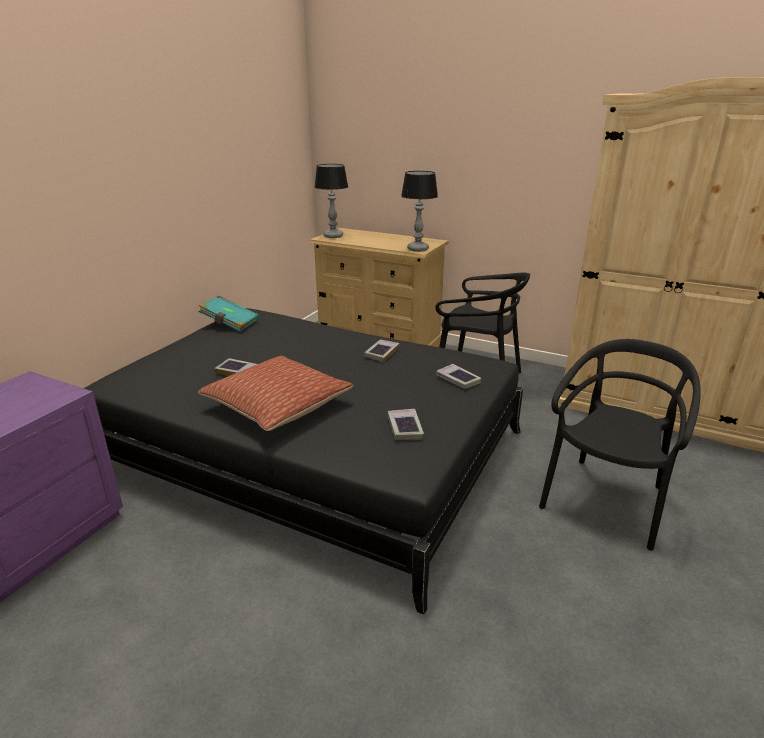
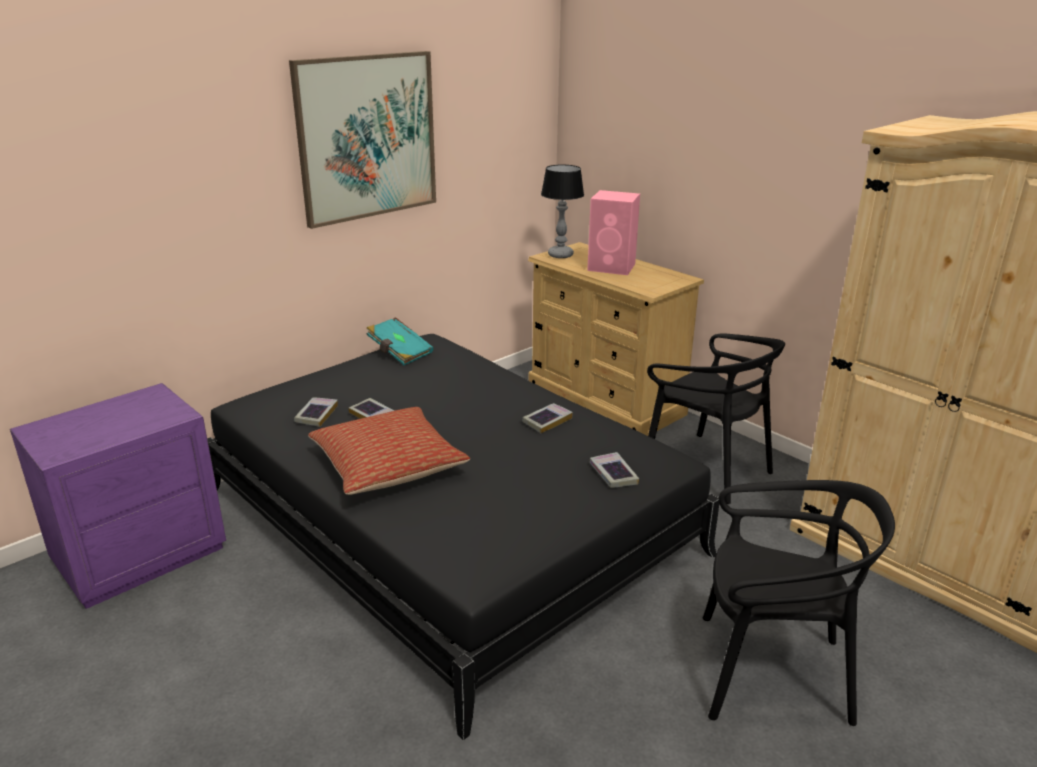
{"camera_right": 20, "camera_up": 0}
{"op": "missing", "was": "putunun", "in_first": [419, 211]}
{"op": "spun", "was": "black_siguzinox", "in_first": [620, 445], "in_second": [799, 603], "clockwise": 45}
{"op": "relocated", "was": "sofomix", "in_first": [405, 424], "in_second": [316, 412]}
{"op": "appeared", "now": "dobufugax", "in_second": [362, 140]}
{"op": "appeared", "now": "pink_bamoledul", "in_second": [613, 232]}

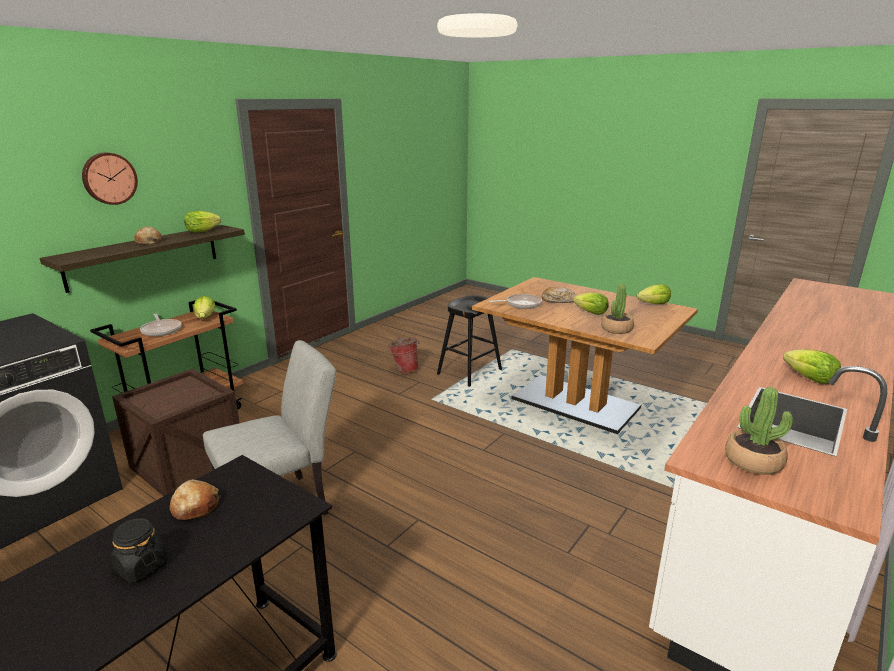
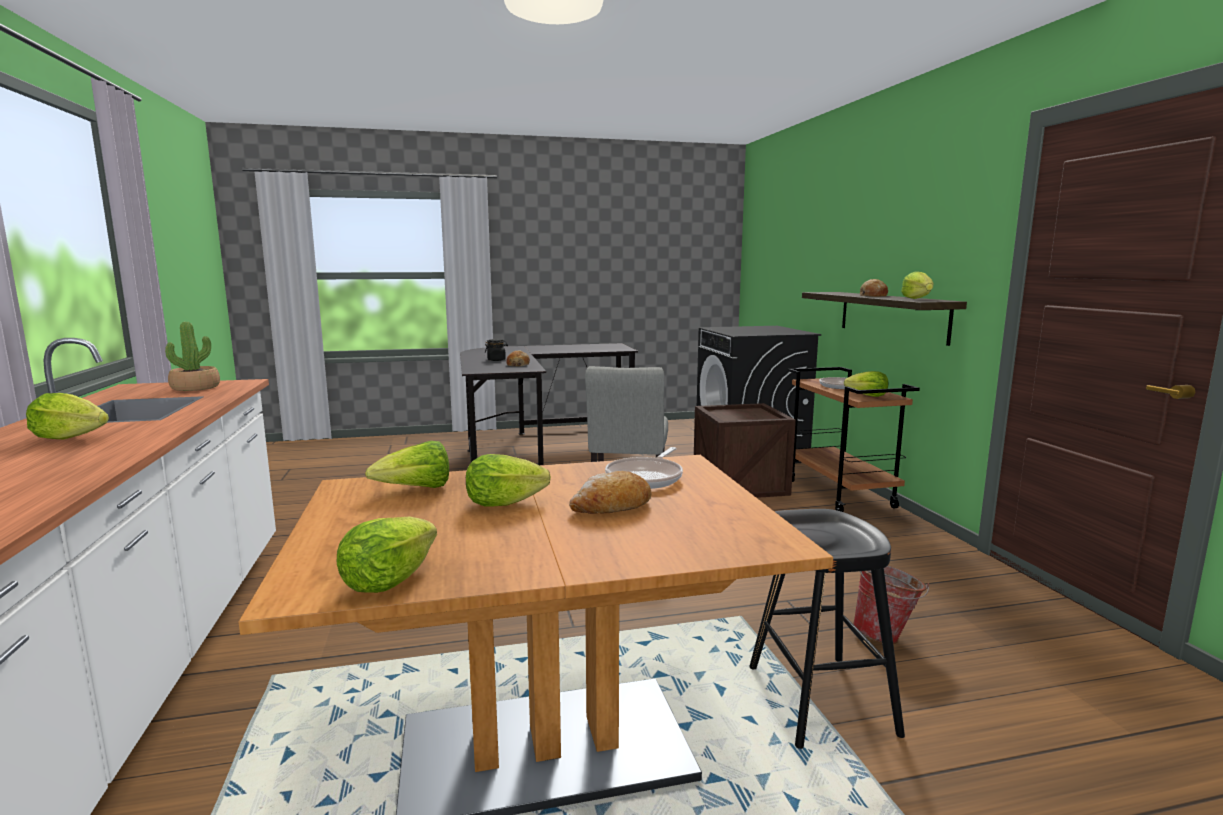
{"camera_right": 130, "camera_up": -10}
{"op": "missing", "was": "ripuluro", "in_first": [110, 179]}
{"op": "exchanged", "was": "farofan", "now": "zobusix", "in_first": [617, 309], "in_second": [407, 464]}

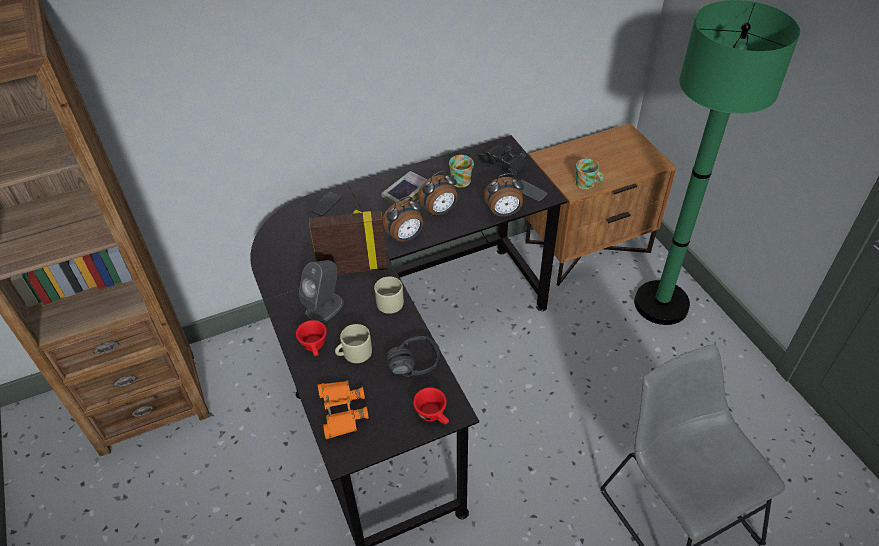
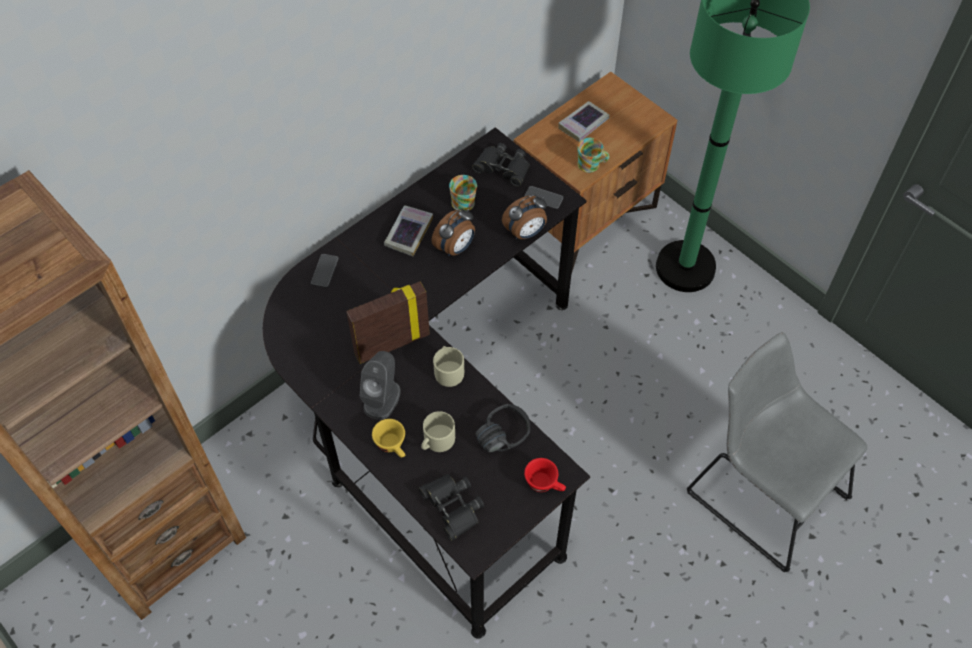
{"camera_right": -20, "camera_up": 10}
{"op": "missing", "was": "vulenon", "in_first": [402, 219]}
{"op": "colour", "was": "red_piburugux", "now": "yellow_piburugux", "in_first": [311, 338], "in_second": [388, 438]}
{"op": "colour", "was": "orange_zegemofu", "now": "black_zegemofu", "in_first": [343, 410], "in_second": [451, 507]}
{"op": "appeared", "now": "sofomix", "in_second": [584, 121]}

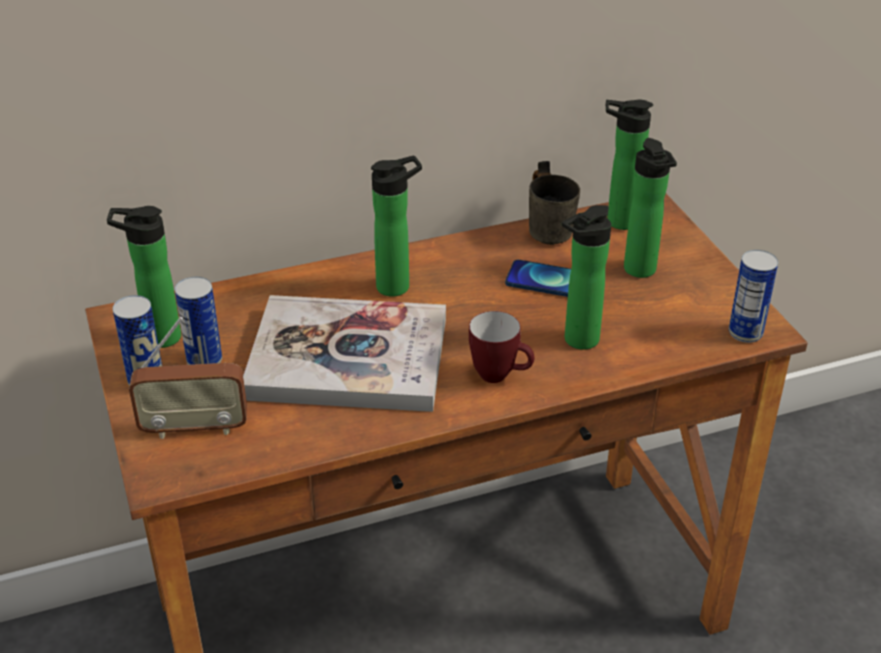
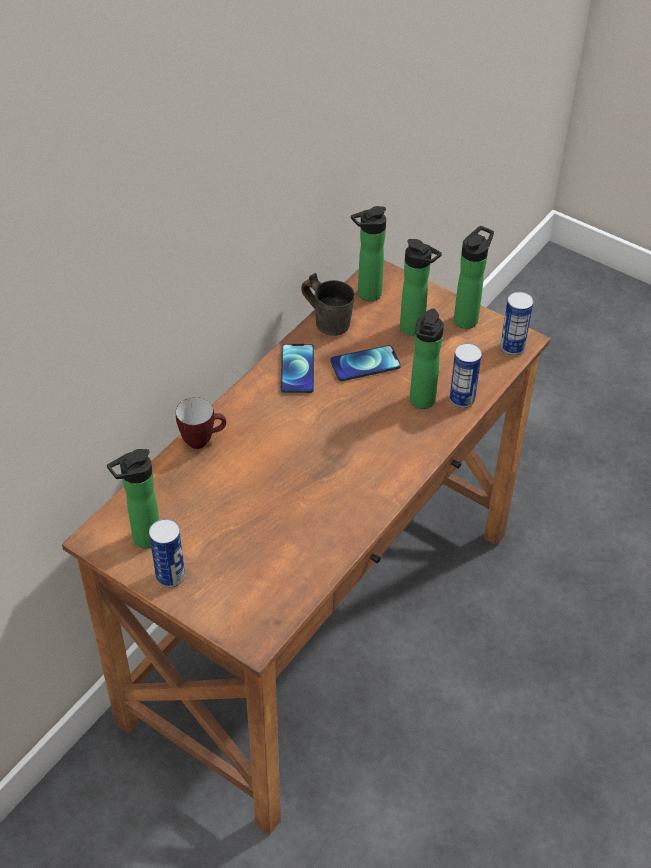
{"camera_right": -35, "camera_up": 10}
{"op": "relocated", "was": "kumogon", "in_first": [396, 226], "in_second": [474, 277]}
{"op": "relocated", "was": "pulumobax", "in_first": [198, 321], "in_second": [465, 376]}
{"op": "missing", "was": "sofomix", "in_first": [344, 353]}
{"op": "relocated", "was": "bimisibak", "in_first": [502, 347], "in_second": [200, 423]}
{"op": "missing", "was": "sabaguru", "in_first": [188, 378]}
{"op": "appeared", "now": "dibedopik", "in_second": [297, 368]}

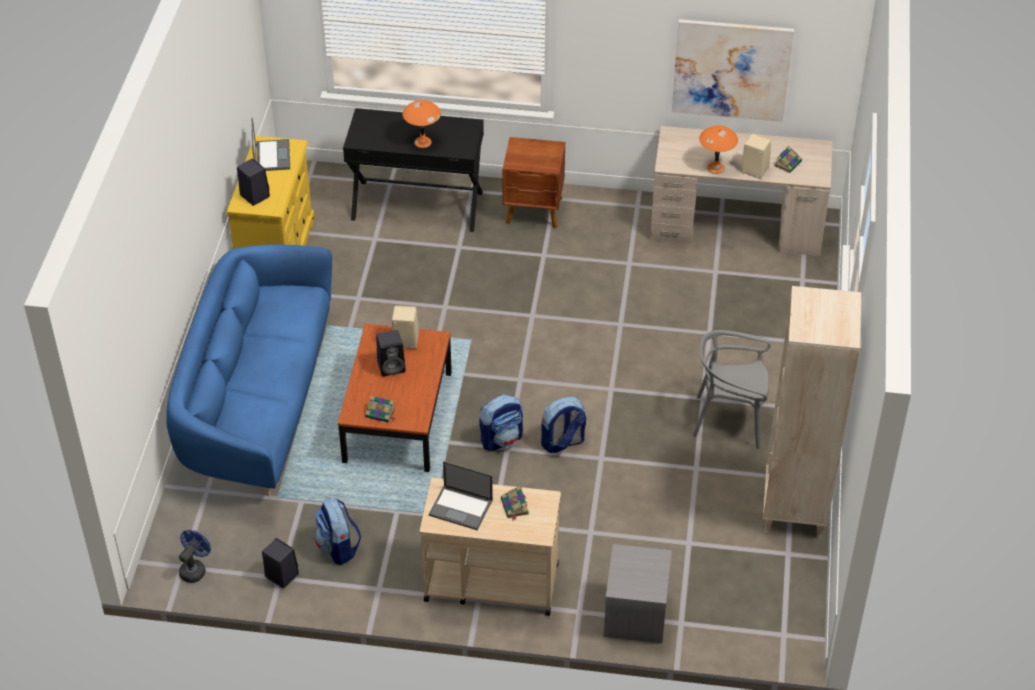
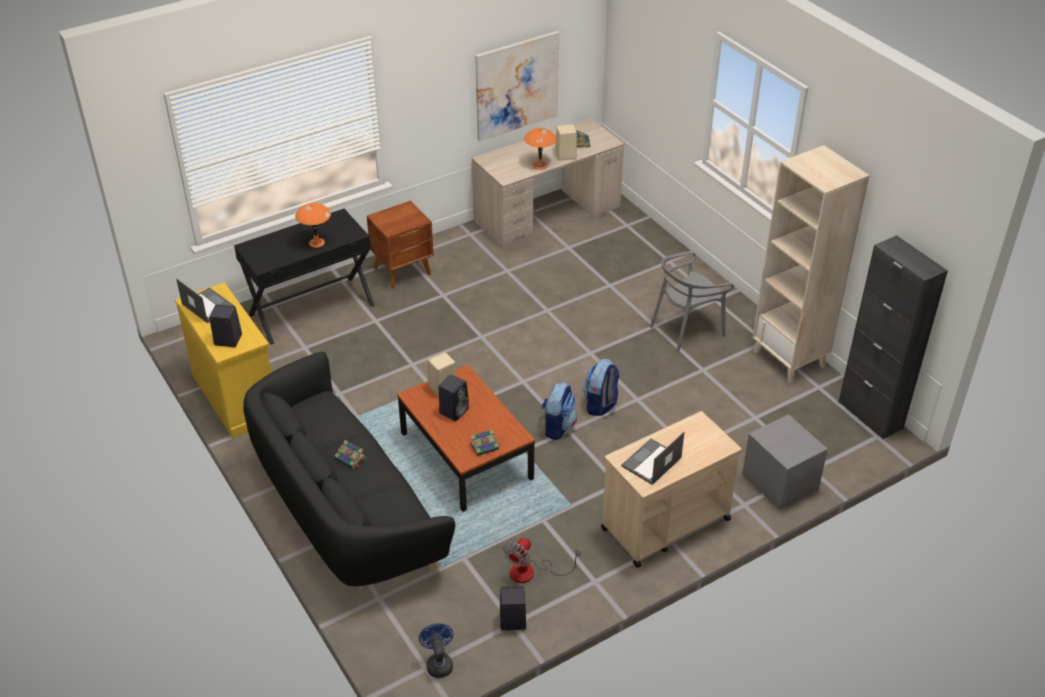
{"camera_right": -40, "camera_up": -5}
{"op": "colour", "was": "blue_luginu", "now": "black_luginu", "in_first": [249, 370], "in_second": [349, 470]}
{"op": "spun", "was": "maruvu", "in_first": [461, 495], "in_second": [652, 458], "clockwise": 150}
{"op": "relocated", "was": "sofomix", "in_first": [515, 503], "in_second": [350, 454]}
{"op": "exchanged", "was": "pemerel", "now": "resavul", "in_first": [338, 531], "in_second": [542, 560]}
{"op": "appeared", "now": "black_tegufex", "in_second": [893, 337]}

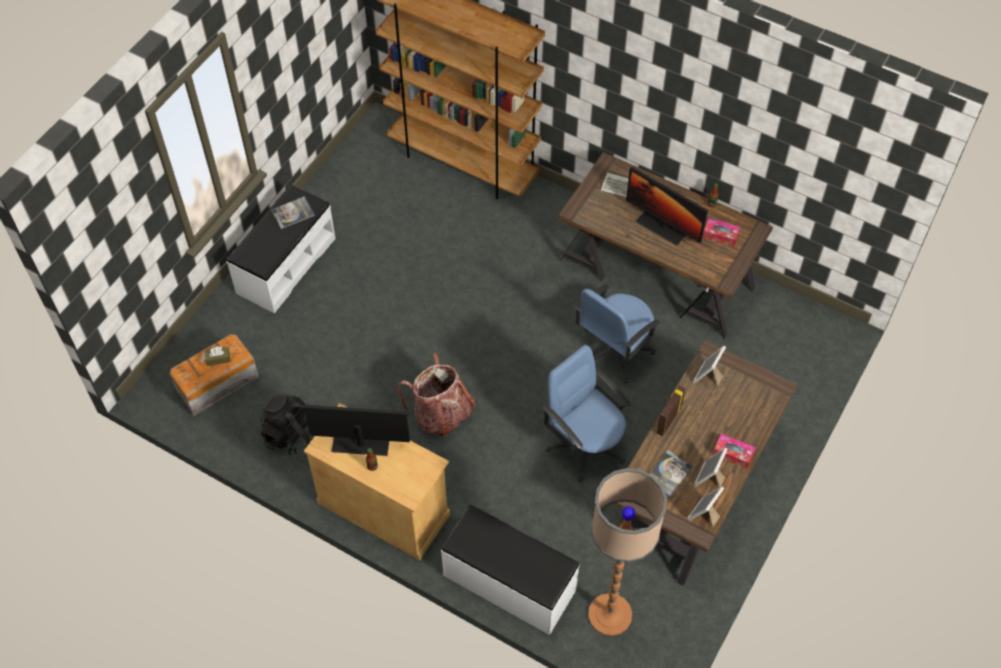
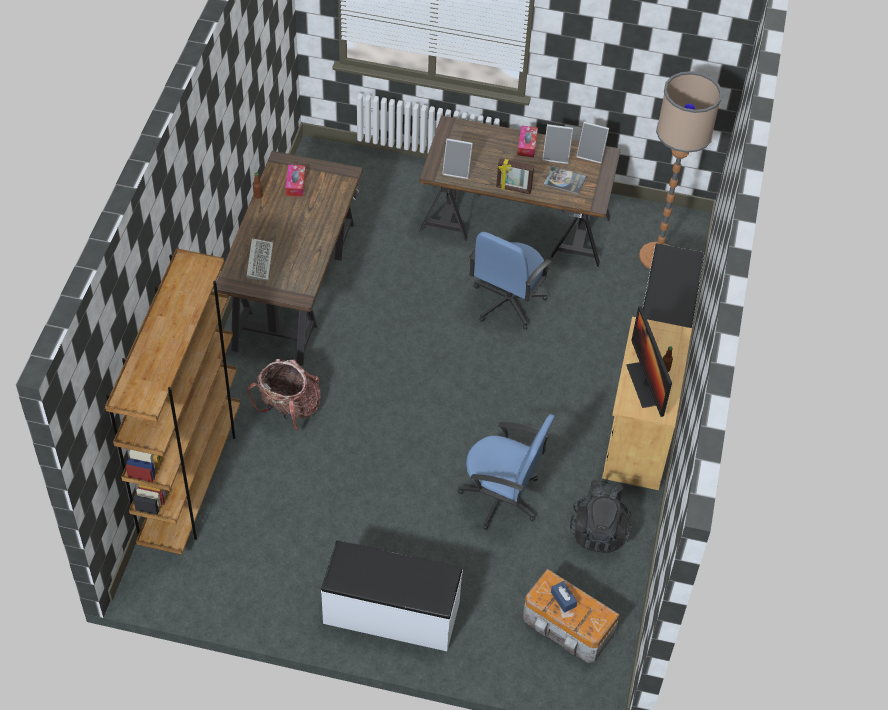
{"camera_right": -110, "camera_up": -5}
{"op": "missing", "was": "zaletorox", "in_first": [667, 206]}
{"op": "missing", "was": "sofomix", "in_first": [293, 212]}
{"op": "relocated", "was": "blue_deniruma", "in_first": [617, 333], "in_second": [506, 472]}
{"op": "colour", "was": "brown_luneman", "now": "blue_luneman", "in_first": [217, 356], "in_second": [564, 597]}
{"op": "relocated", "was": "pemerel", "in_first": [436, 394], "in_second": [284, 395]}

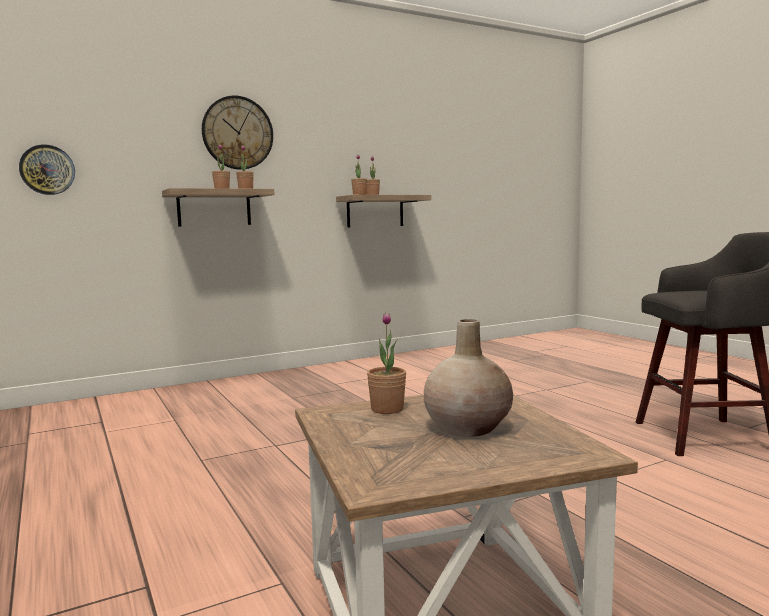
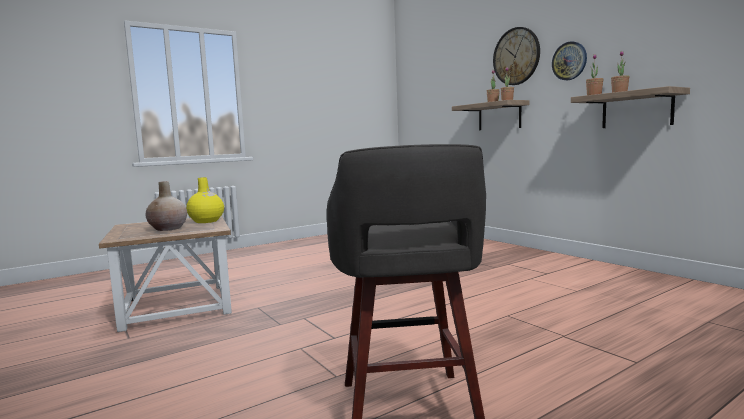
{"camera_right": 85, "camera_up": 0}
{"op": "relocated", "was": "ripuluro", "in_first": [47, 169], "in_second": [569, 61]}
{"op": "exchanged", "was": "farofan", "now": "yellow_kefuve", "in_first": [386, 363], "in_second": [205, 200]}

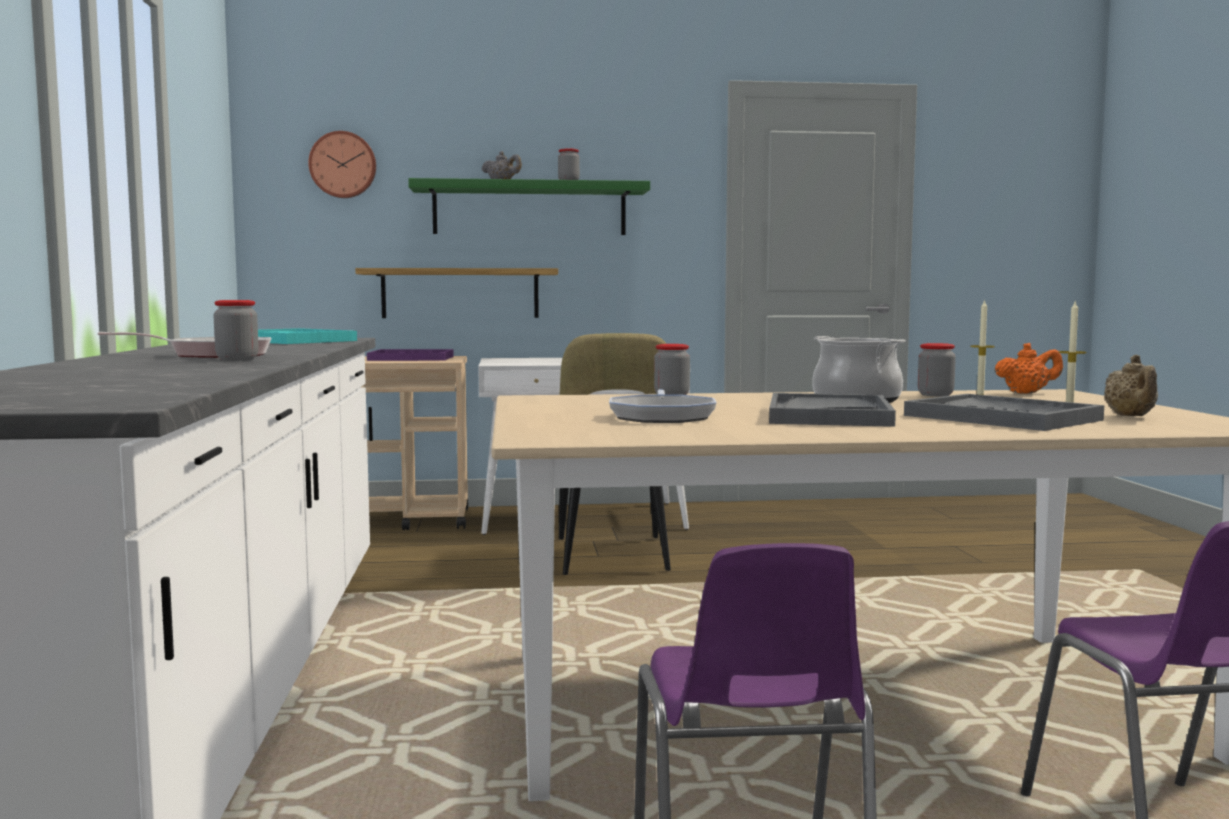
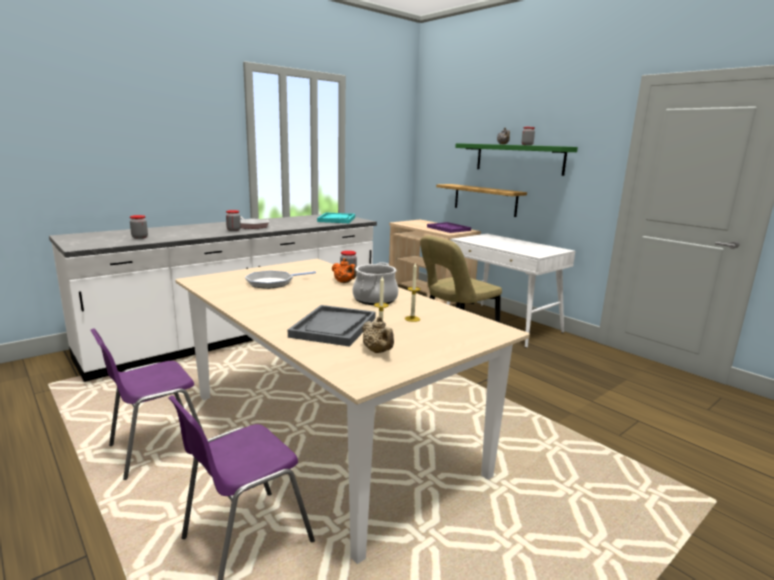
{"camera_right": 55, "camera_up": 10}
{"op": "missing", "was": "ripuluro", "in_first": [342, 164]}
{"op": "relocated", "was": "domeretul", "in_first": [937, 369], "in_second": [139, 227]}
{"op": "relocated", "was": "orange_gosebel", "in_first": [1028, 368], "in_second": [344, 270]}
{"op": "spun", "was": "beige_gosebel", "in_first": [1131, 385], "in_second": [378, 334], "clockwise": -90}
{"op": "missing", "was": "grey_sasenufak", "in_first": [832, 410]}

